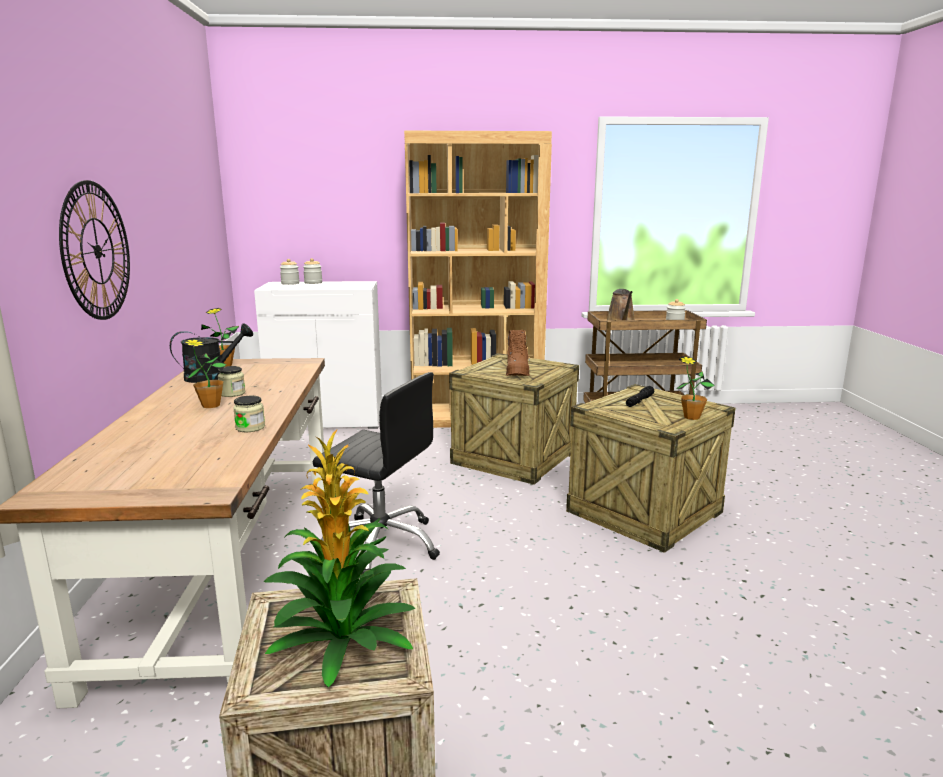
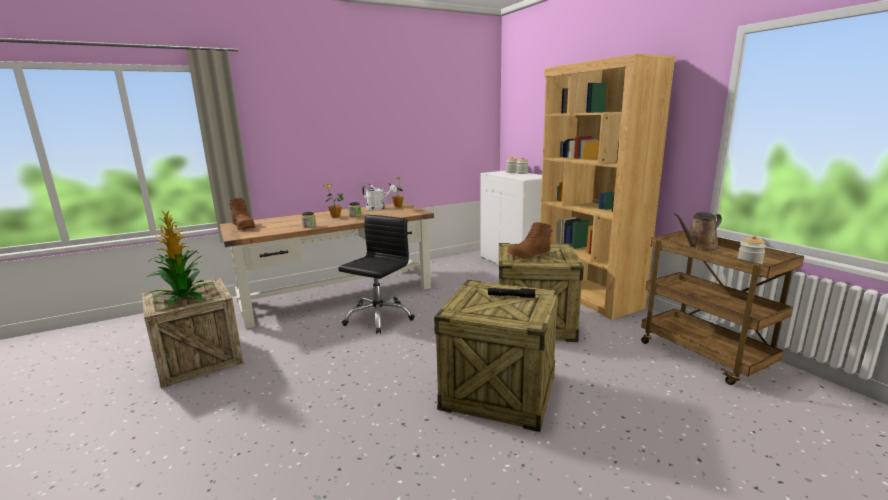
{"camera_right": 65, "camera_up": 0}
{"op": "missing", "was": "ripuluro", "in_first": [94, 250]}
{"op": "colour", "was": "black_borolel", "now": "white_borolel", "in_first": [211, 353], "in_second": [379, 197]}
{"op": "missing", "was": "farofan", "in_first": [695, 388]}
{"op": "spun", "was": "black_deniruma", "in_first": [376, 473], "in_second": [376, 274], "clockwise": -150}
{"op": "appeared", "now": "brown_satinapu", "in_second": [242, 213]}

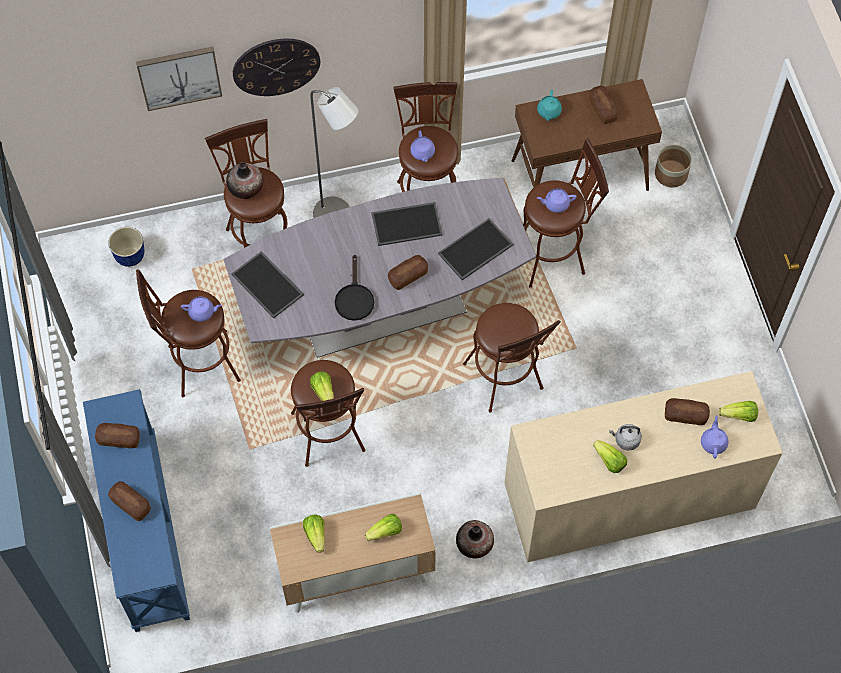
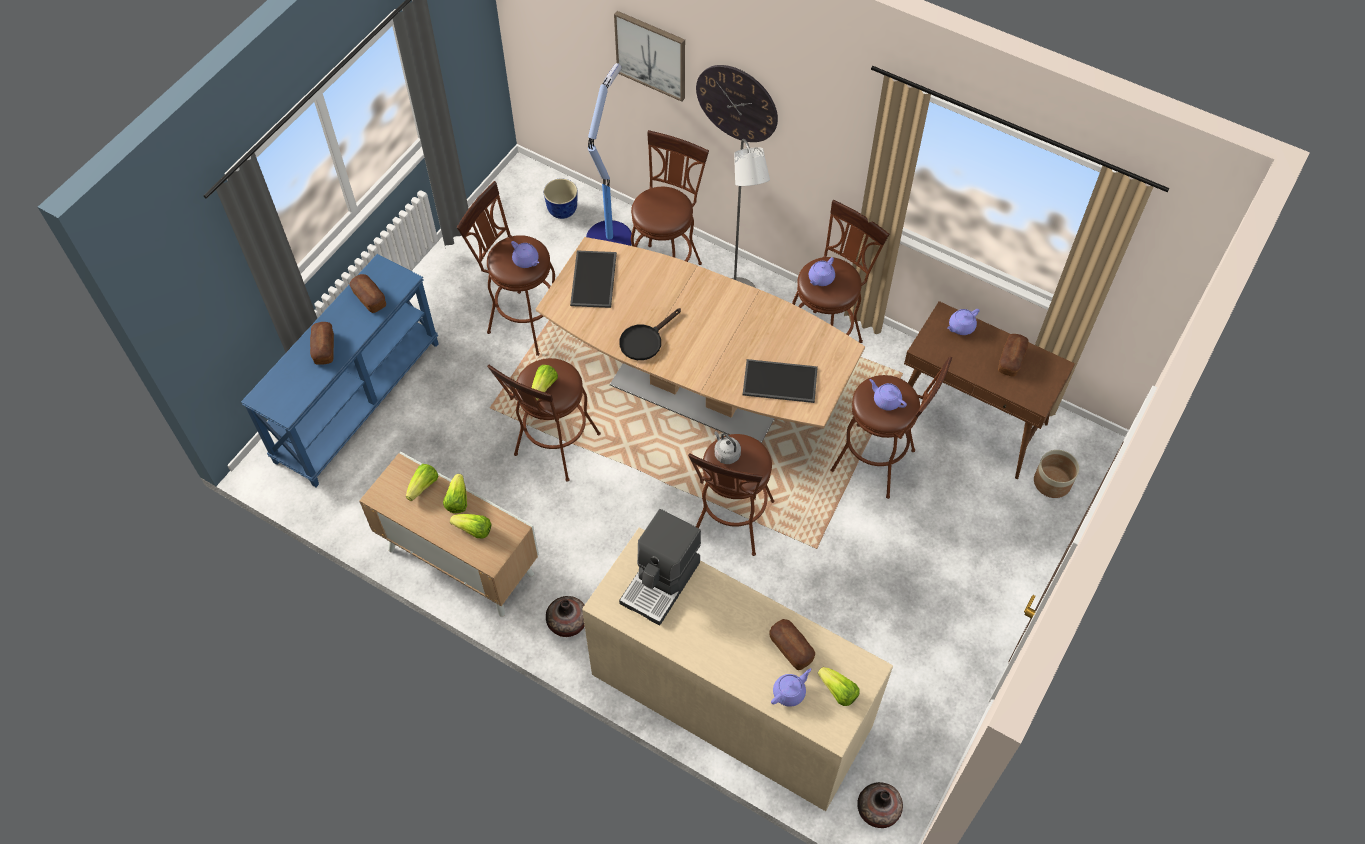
{"camera_right": 45, "camera_up": -5}
{"op": "colour", "was": "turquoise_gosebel", "now": "purple_gosebel", "in_first": [549, 105], "in_second": [963, 322]}
{"op": "relocated", "was": "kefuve", "in_first": [244, 180], "in_second": [880, 805]}
{"op": "colour", "was": "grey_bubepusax", "now": "brown_bubepusax", "in_first": [379, 268], "in_second": [700, 340]}
{"op": "missing", "was": "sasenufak", "in_first": [407, 224]}
{"op": "missing", "was": "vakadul", "in_first": [408, 272]}
{"op": "relocated", "was": "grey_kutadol", "in_first": [625, 437], "in_second": [727, 447]}
{"op": "relocated", "was": "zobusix", "in_first": [610, 456], "in_second": [455, 493]}
{"op": "appeared", "now": "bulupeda", "in_second": [609, 154]}
{"op": "appeared", "now": "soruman", "in_second": [660, 567]}

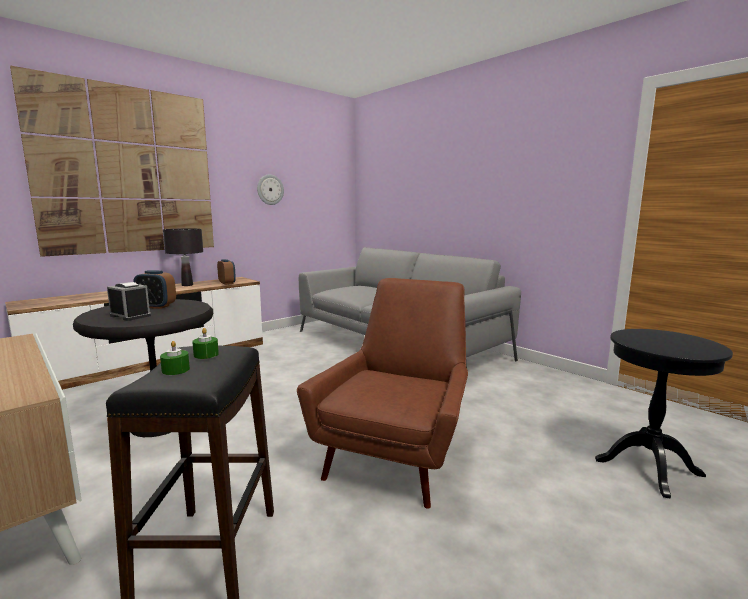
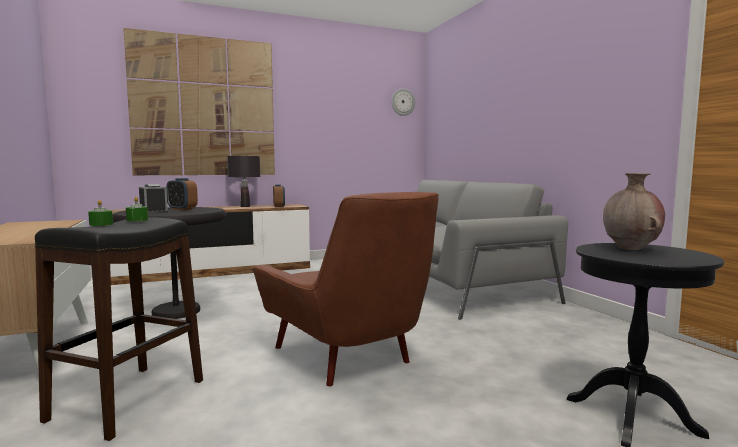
{"camera_right": 20, "camera_up": -5}
{"op": "relocated", "was": "ripuluro", "in_first": [270, 189], "in_second": [403, 102]}
{"op": "spun", "was": "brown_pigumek", "in_first": [382, 393], "in_second": [346, 289], "clockwise": 105}
{"op": "appeared", "now": "brown_kefuve", "in_second": [634, 211]}

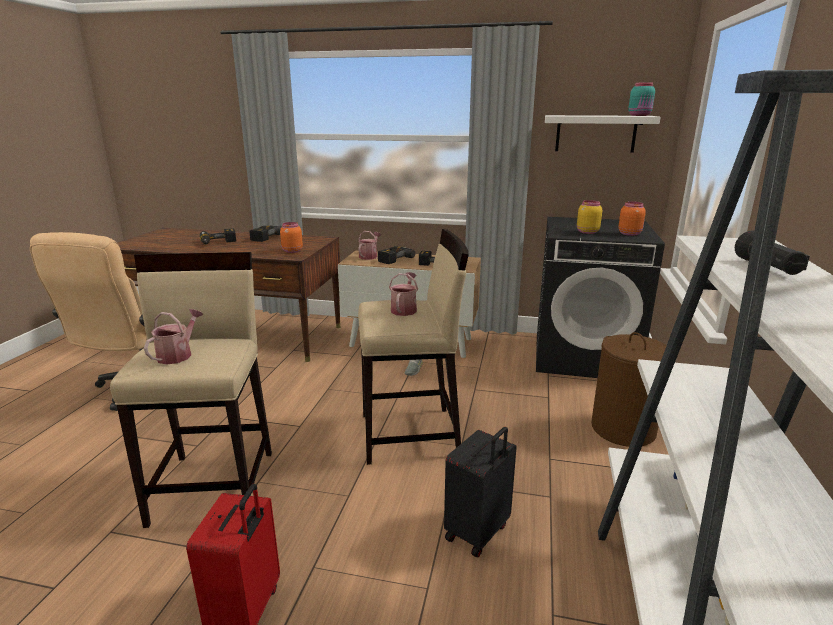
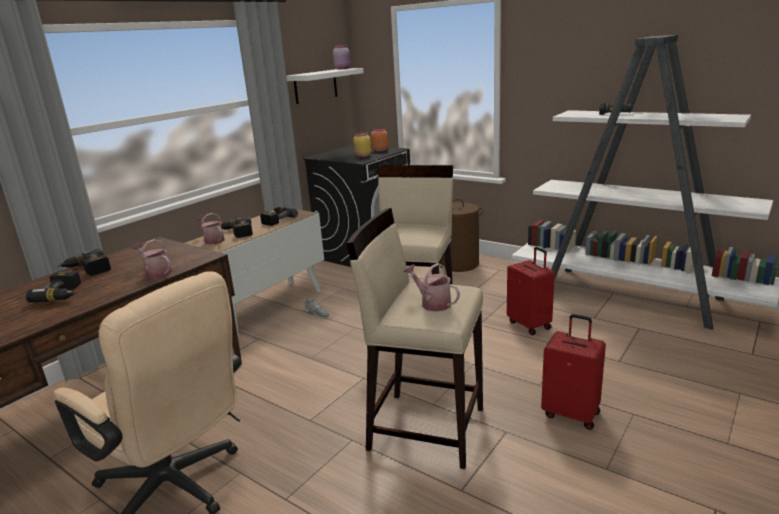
{"camera_right": -65, "camera_up": 0}
{"op": "colour", "was": "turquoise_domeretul", "now": "pink_domeretul", "in_first": [641, 99], "in_second": [341, 57]}
{"op": "missing", "was": "orange_domeretul", "in_first": [291, 237]}
{"op": "relocated", "was": "borolel", "in_first": [403, 294], "in_second": [152, 259]}
{"op": "colour", "was": "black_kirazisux", "now": "red_kirazisux", "in_first": [480, 492], "in_second": [531, 291]}

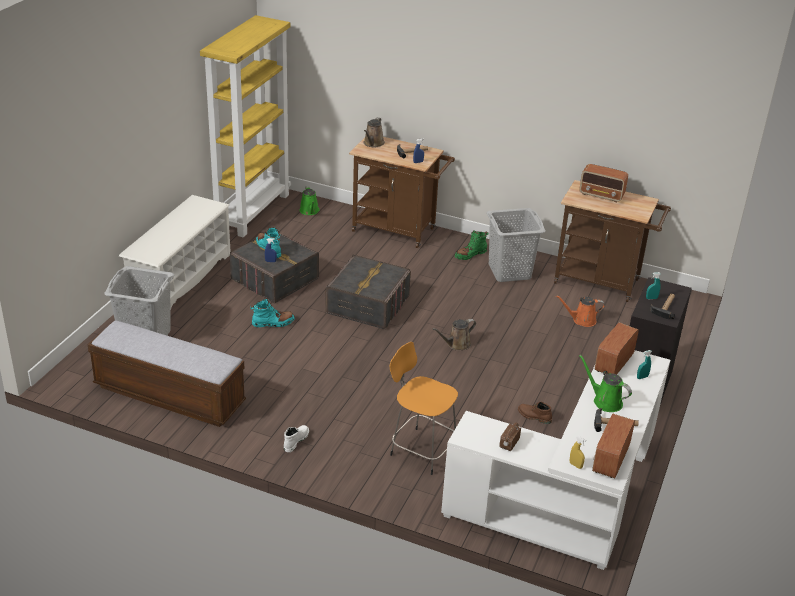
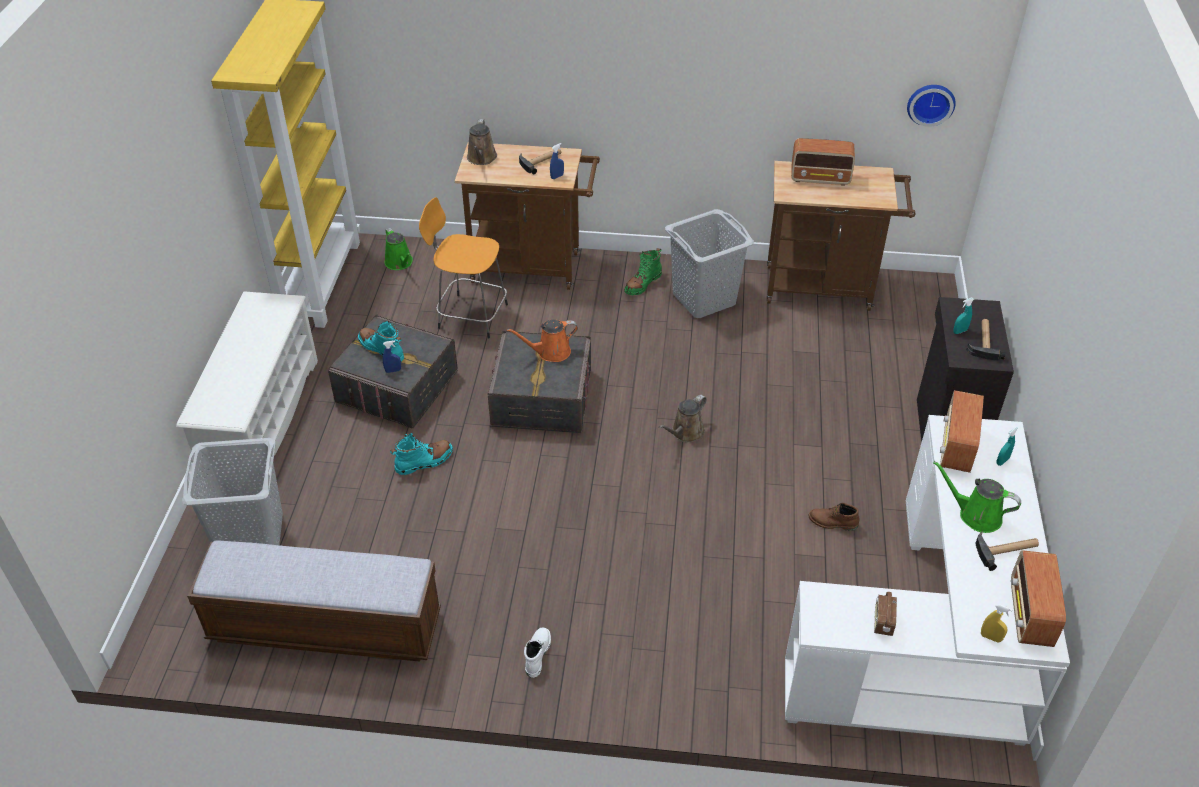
{"camera_right": -15, "camera_up": 10}
{"op": "relocated", "was": "orange_borolel", "in_first": [580, 311], "in_second": [542, 341]}
{"op": "relocated", "was": "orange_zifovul", "in_first": [424, 408], "in_second": [463, 268]}
{"op": "appeared", "now": "ripuluro", "in_second": [931, 106]}

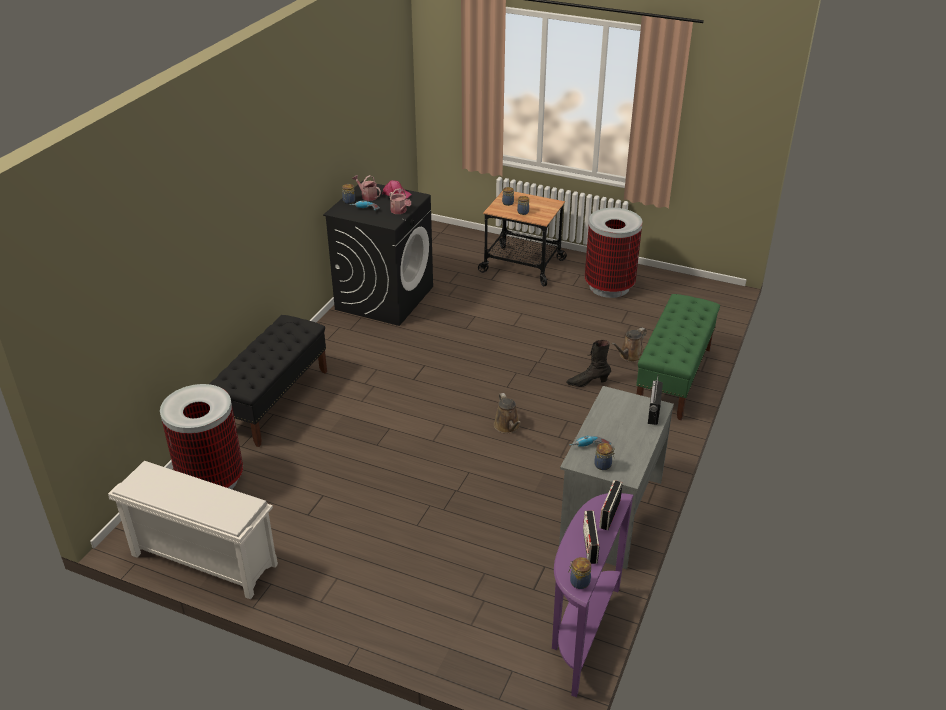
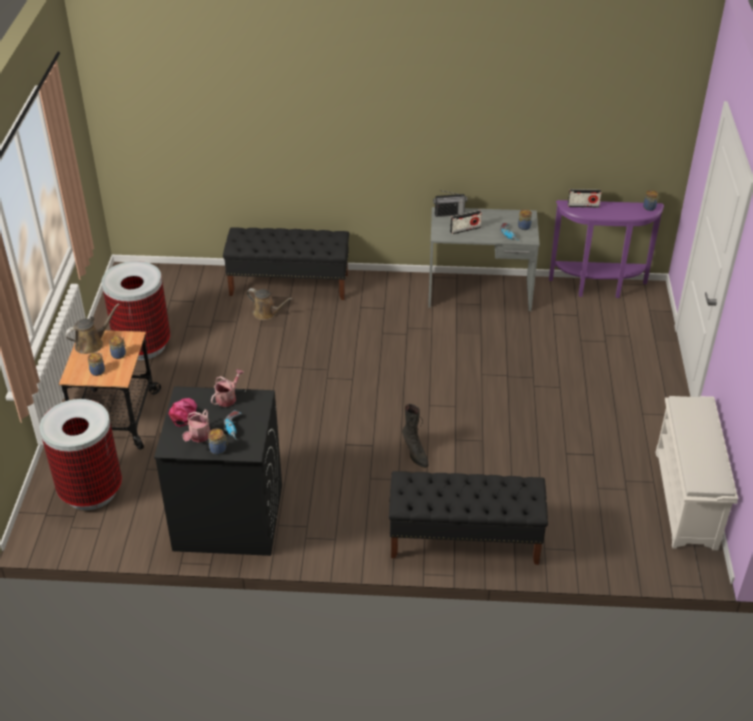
{"camera_right": -110, "camera_up": 5}
{"op": "colour", "was": "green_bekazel", "now": "black_bekazel", "in_first": [678, 357], "in_second": [286, 263]}
{"op": "relocated", "was": "black_satinapu", "in_first": [588, 363], "in_second": [415, 436]}
{"op": "relocated", "was": "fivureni", "in_first": [201, 436], "in_second": [81, 454]}
{"op": "relocated", "was": "brown_borolel", "in_first": [507, 413], "in_second": [92, 328]}
{"op": "relocated", "was": "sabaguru", "in_first": [591, 537], "in_second": [466, 222]}

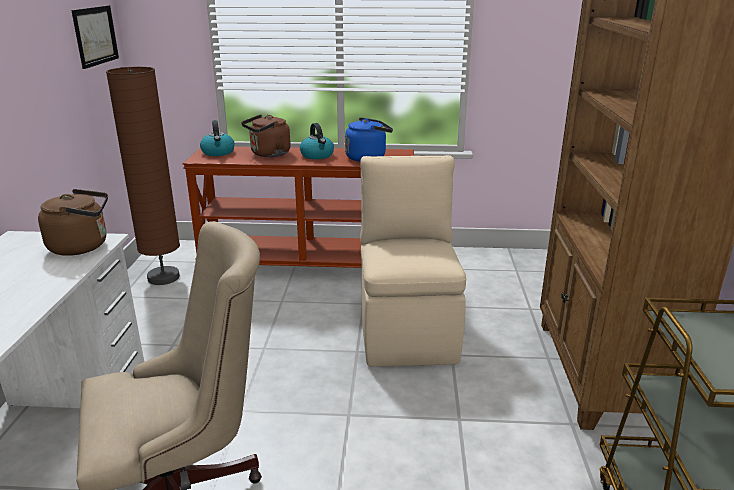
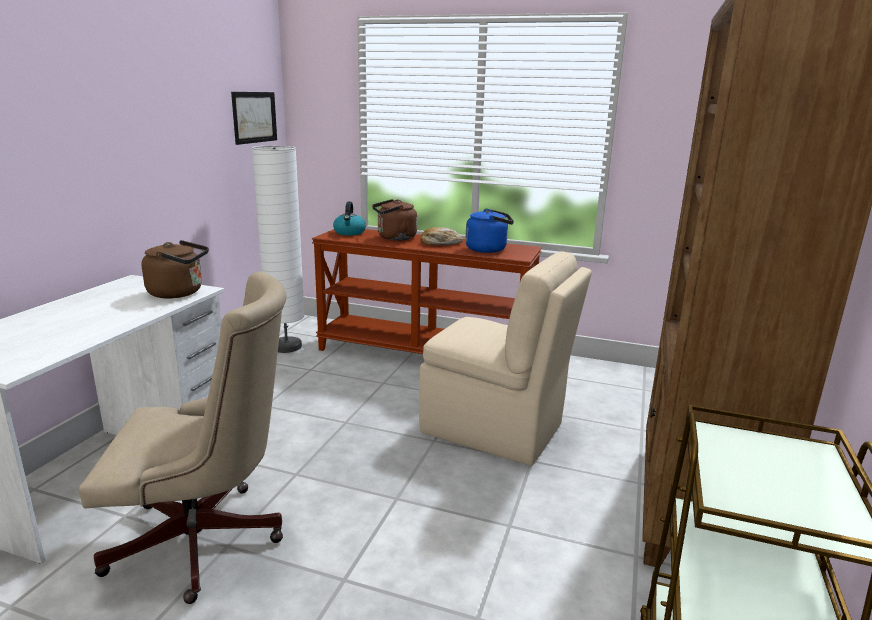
{"camera_right": 15, "camera_up": -5}
{"op": "colour", "was": "brown_bulupeda", "now": "white_bulupeda", "in_first": [143, 176], "in_second": [278, 249]}
{"op": "exchanged", "was": "kutadol", "now": "vakadul", "in_first": [317, 141], "in_second": [441, 236]}
{"op": "spun", "was": "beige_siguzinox", "in_first": [413, 260], "in_second": [505, 358], "clockwise": 105}

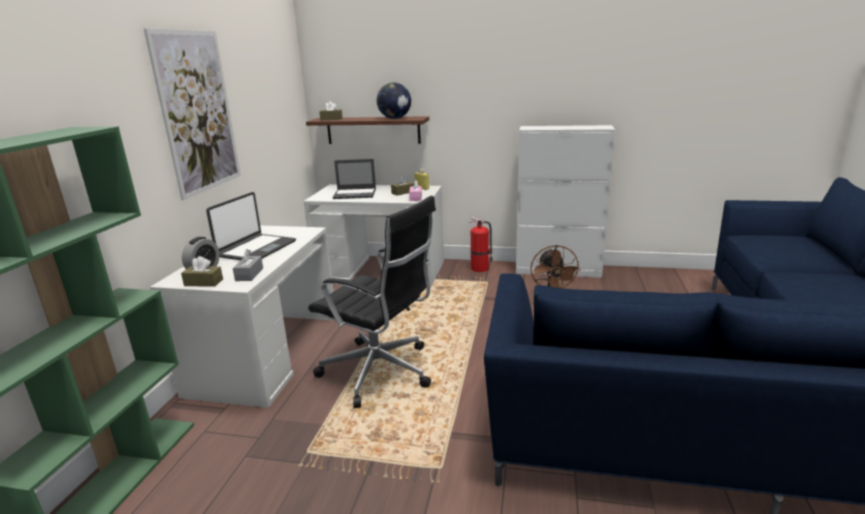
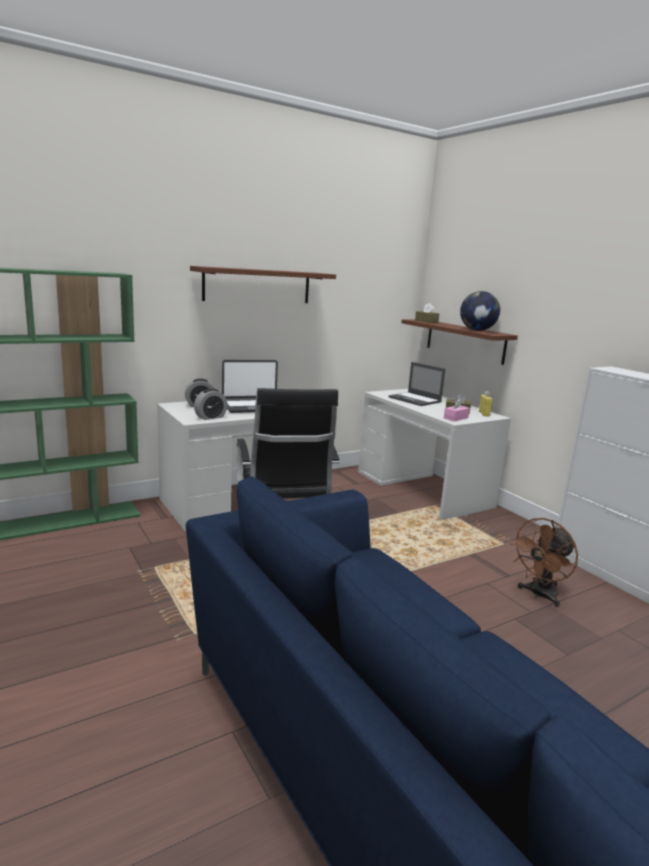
{"camera_right": 45, "camera_up": -5}
{"op": "exchanged", "was": "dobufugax", "now": "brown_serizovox", "in_first": [192, 114], "in_second": [263, 284]}
{"op": "missing", "was": "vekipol", "in_first": [481, 244]}
{"op": "exchanged", "was": "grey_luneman", "now": "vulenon", "in_first": [248, 265], "in_second": [210, 404]}
{"op": "missing", "was": "brown_luneman", "in_first": [202, 271]}

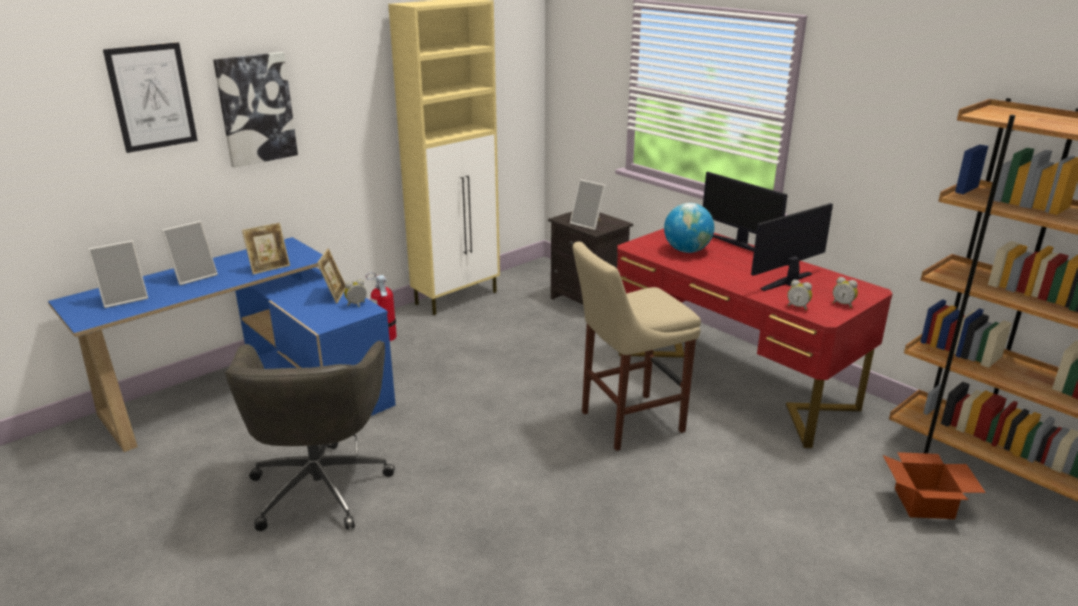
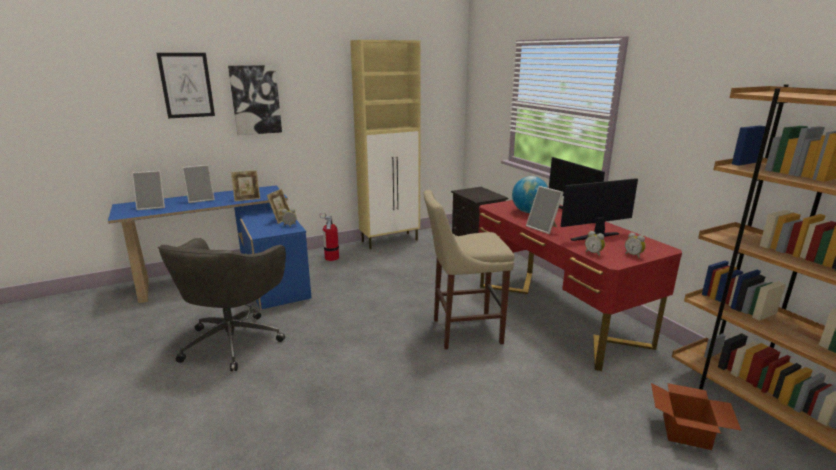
{"camera_right": 15, "camera_up": -5}
{"op": "relocated", "was": "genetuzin", "in_first": [588, 204], "in_second": [545, 210]}

